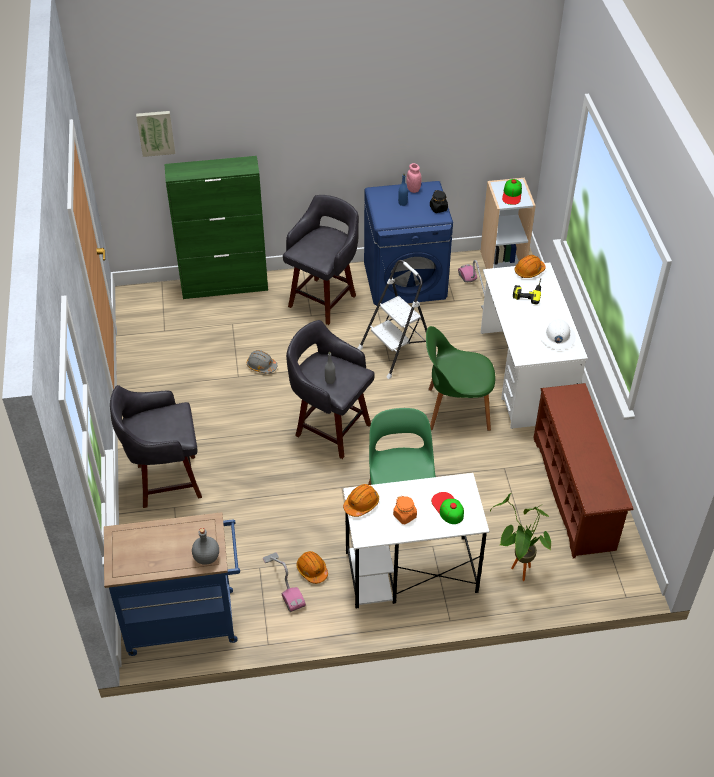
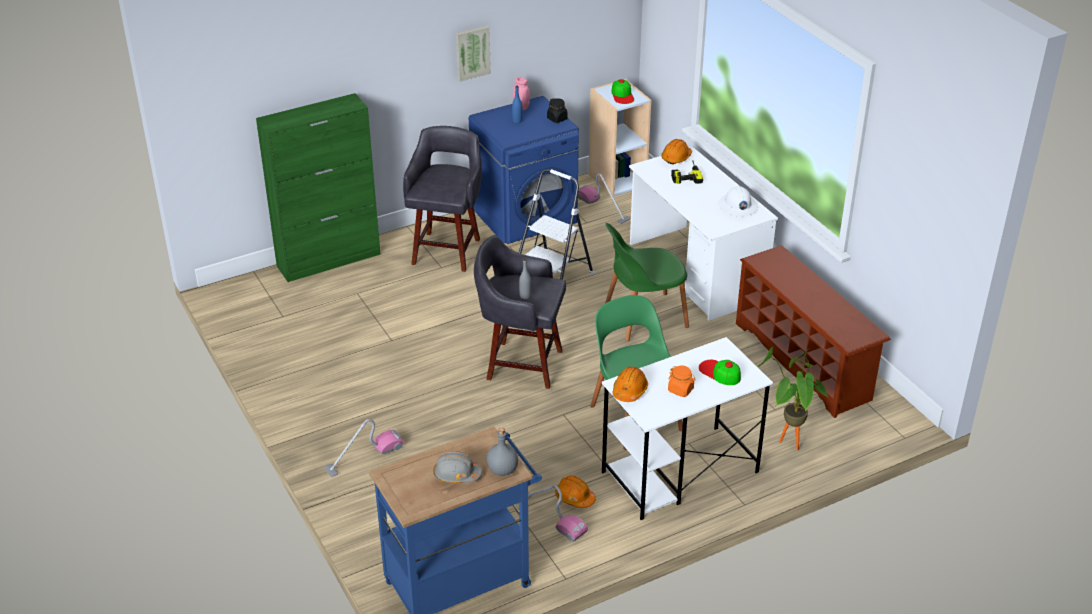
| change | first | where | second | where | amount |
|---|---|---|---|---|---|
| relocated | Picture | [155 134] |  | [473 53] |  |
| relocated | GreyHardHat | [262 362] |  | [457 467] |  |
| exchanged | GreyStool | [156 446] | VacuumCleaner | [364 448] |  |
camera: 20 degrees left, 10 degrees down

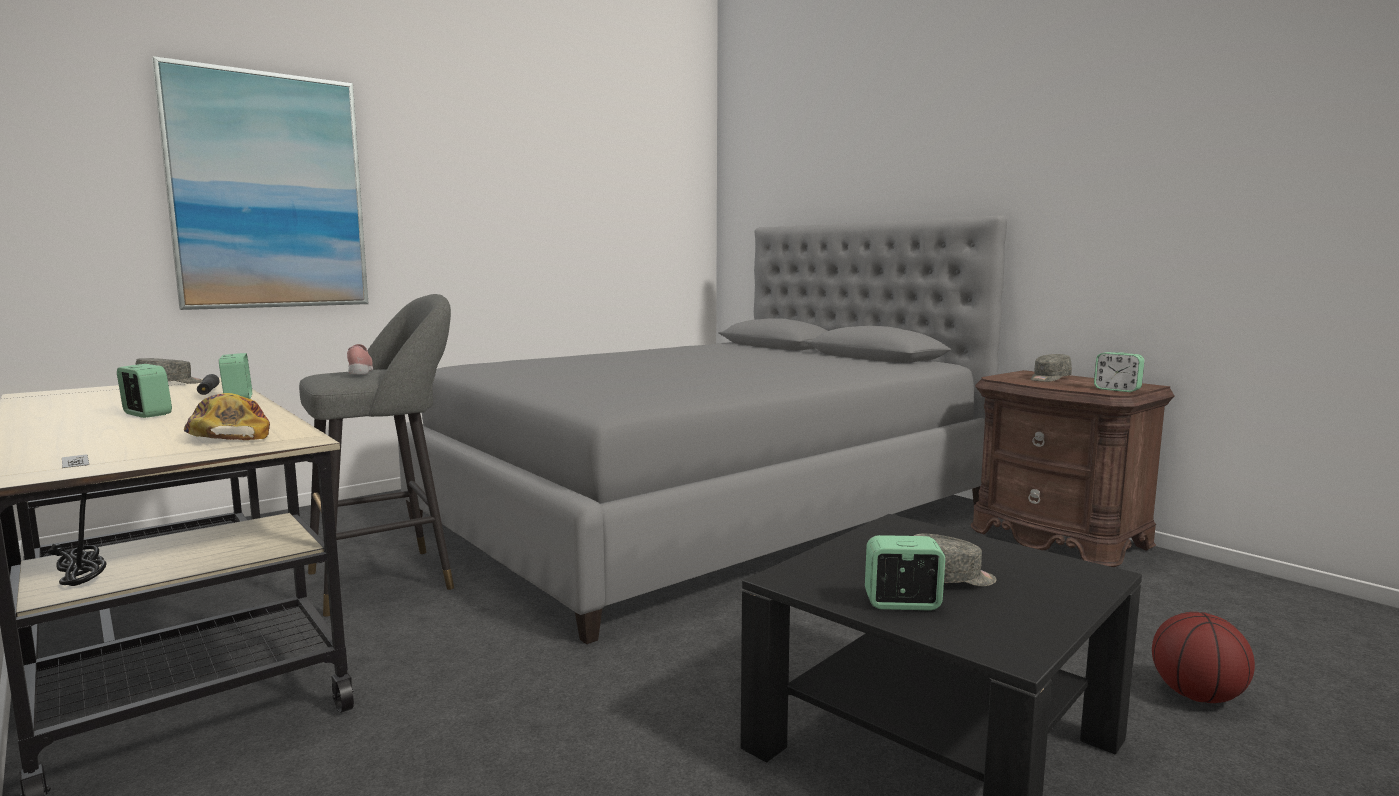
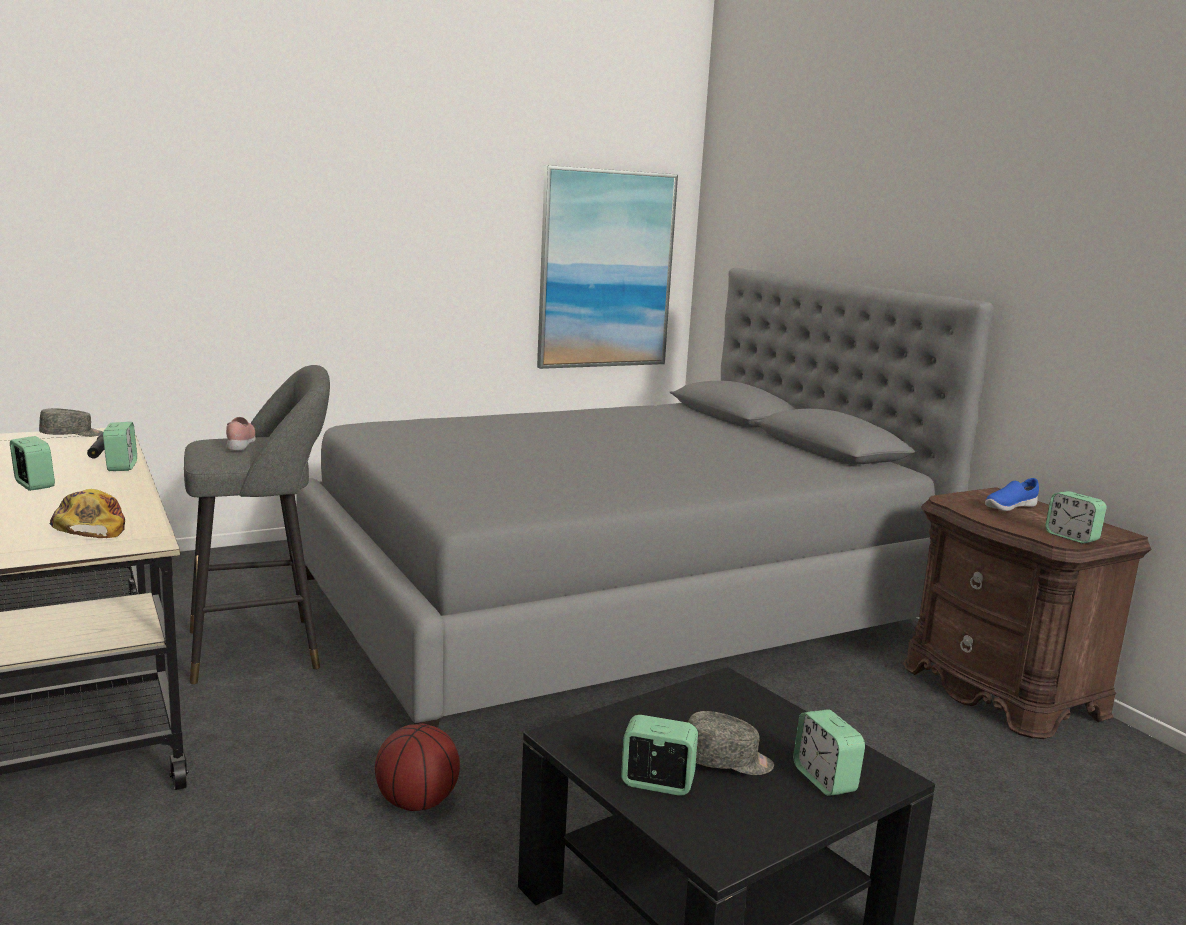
| change | first | where | second | where | amount |
|---|---|---|---|---|---|
| relocated | Picture | [260 183] |  | [607 267] |  |
| exchanged | GreyCap | [1051 368] | BlueShoe | [1012 494] |  |
| relocated | Basketball | [1203 657] |  | [417 767] |  |
| appeared |  |  | AlarmClock | [829 752] |  |
camera: 10 degrees right, 5 degrees up

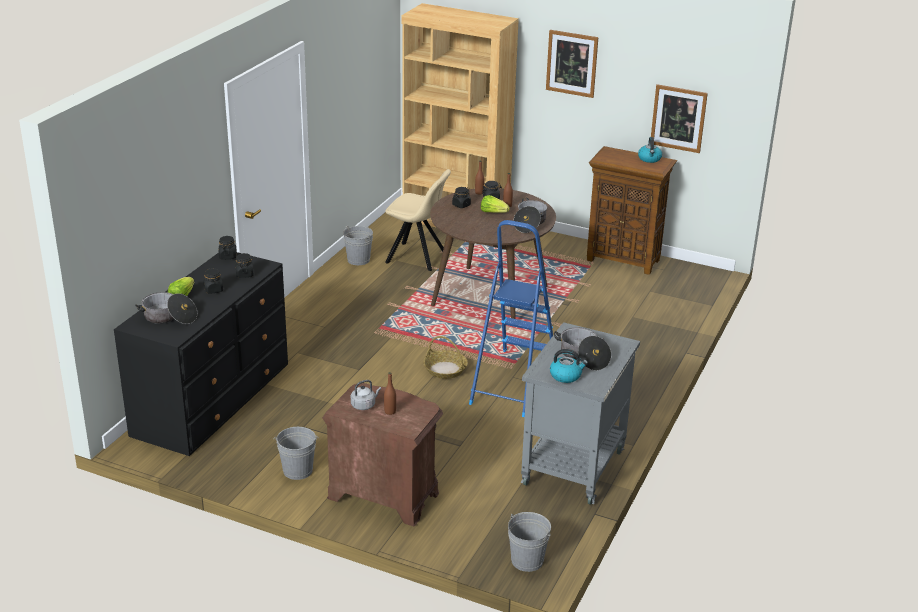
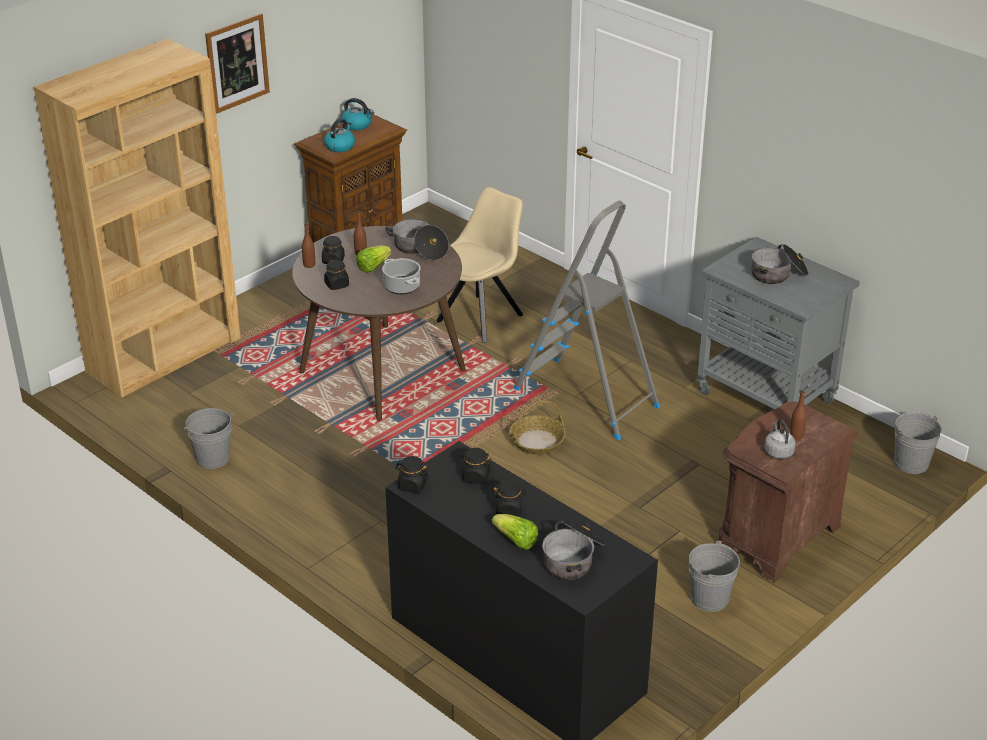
| change | first | where | second | where | amount |
|---|---|---|---|---|---|
| missing | Picture | [679 118] |  |  |  |
| relocated | BeigeChair | [418 220] |  | [480 265] |  |
| colour | BlueStepLadder | [511 318] | GreyStepLadder | [587 320] |  |
| relocated | Kettle | [569 366] |  | [339 135] |  |
| appeared |  |  | CookingPot | [401 276] |  |
camera: 70 degrees left, 5 degrees up

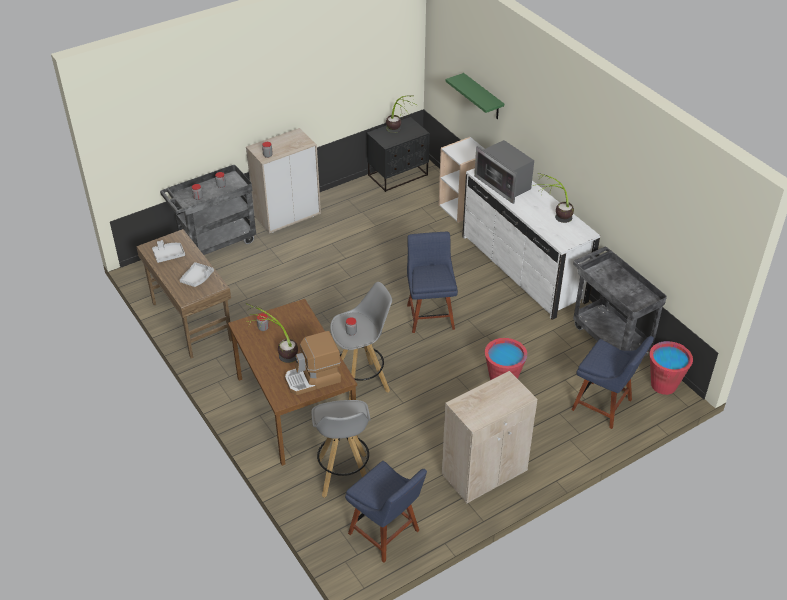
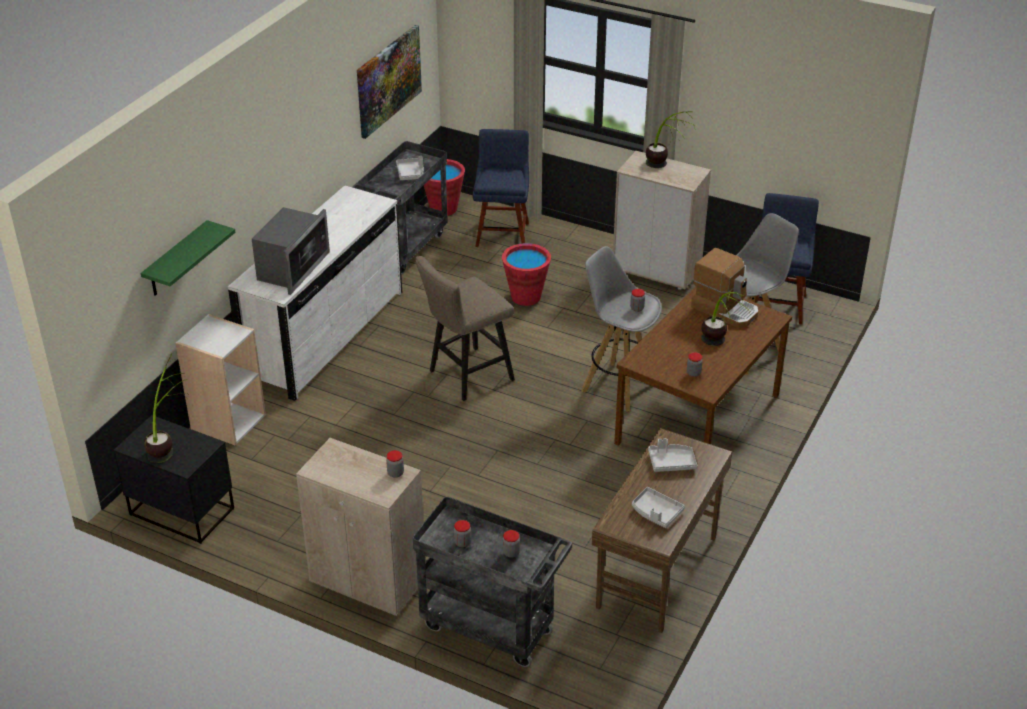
| change | first | where | second | where | amount |
|---|---|---|---|---|---|
| relocated | PottedPlant | [553 198] |  | [671 139] |  |
| exchanged | BlueChair | [432 282] | BeigeStool | [465 328] |  |
| appeared |  |  | Picture | [389 82] |  |
| appeared |  |  | GreyTray | [410 168] |  |
camera: 120 degrees left, 5 degrees down

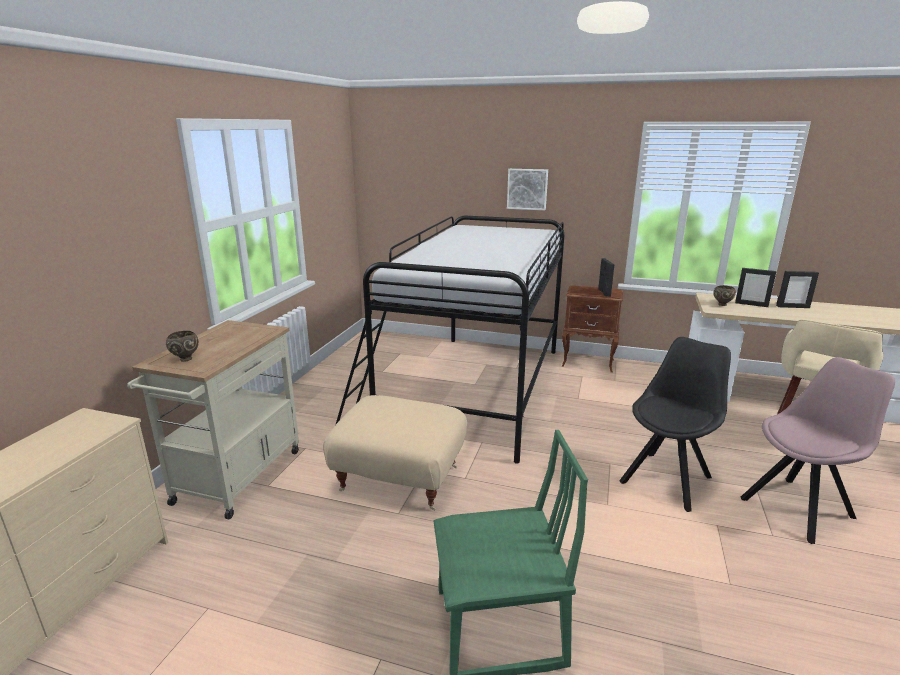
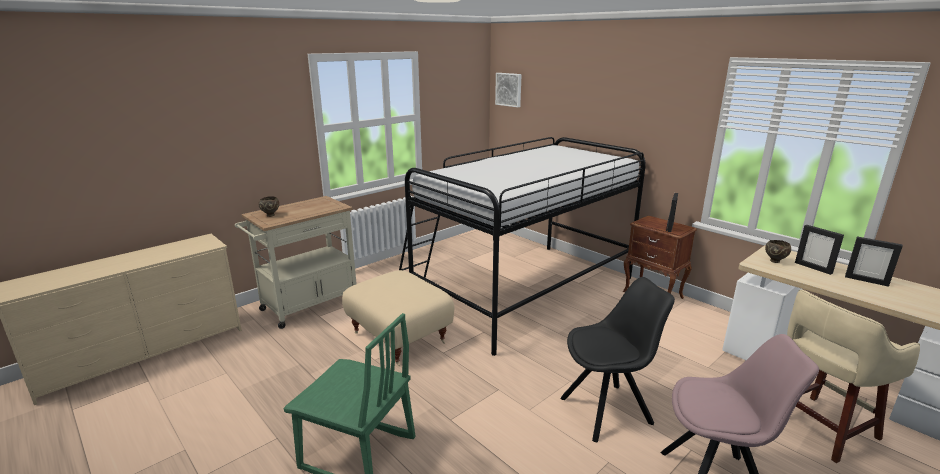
| change | first | where | second | where | amount |
|---|---|---|---|---|---|
| relocated | Picture | [527 189] |  | [508 90] |  |
camera: 30 degrees right, 0 degrees up

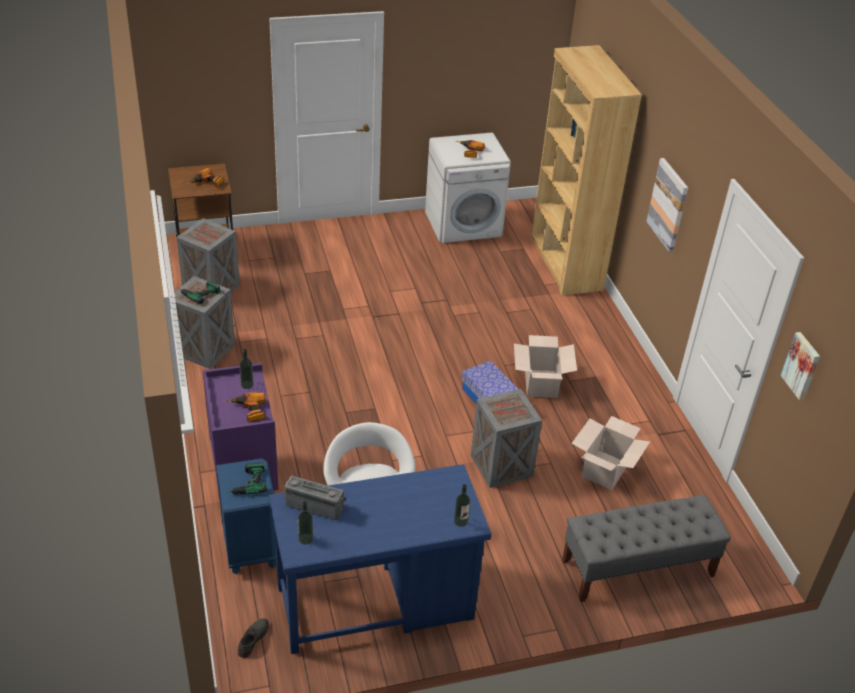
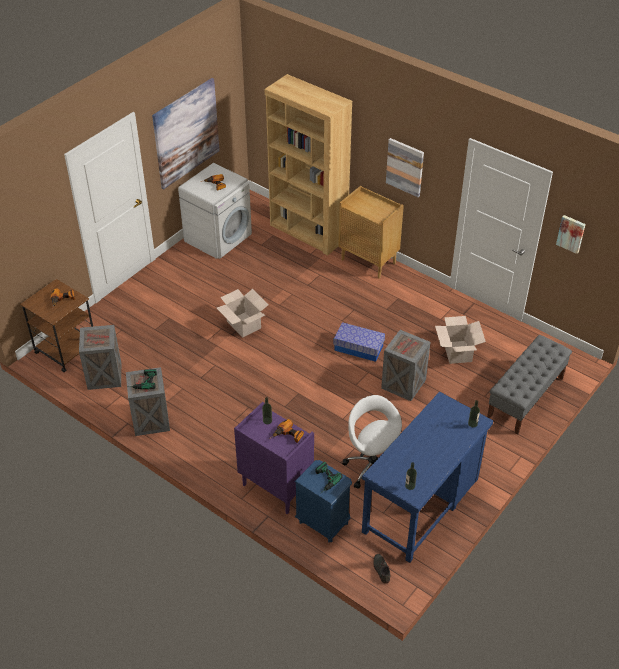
| change | first | where | second | where | amount |
|---|---|---|---|---|---|
| relocated | CardboardBox | [545 366] |  | [243 313] |  |
| missing | Radio | [315 497] |  |  |  |
| appeared |  |  | Picture | [186 133] |  |
| appeared |  |  | BrownCabinet | [371 232] |  |
camera: 35 degrees left, 5 degrees up

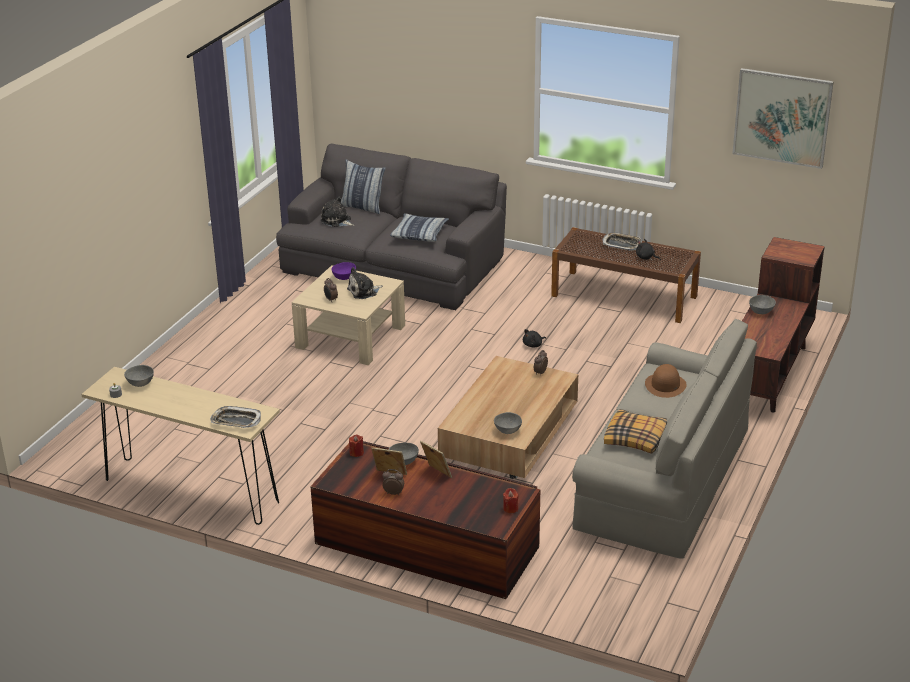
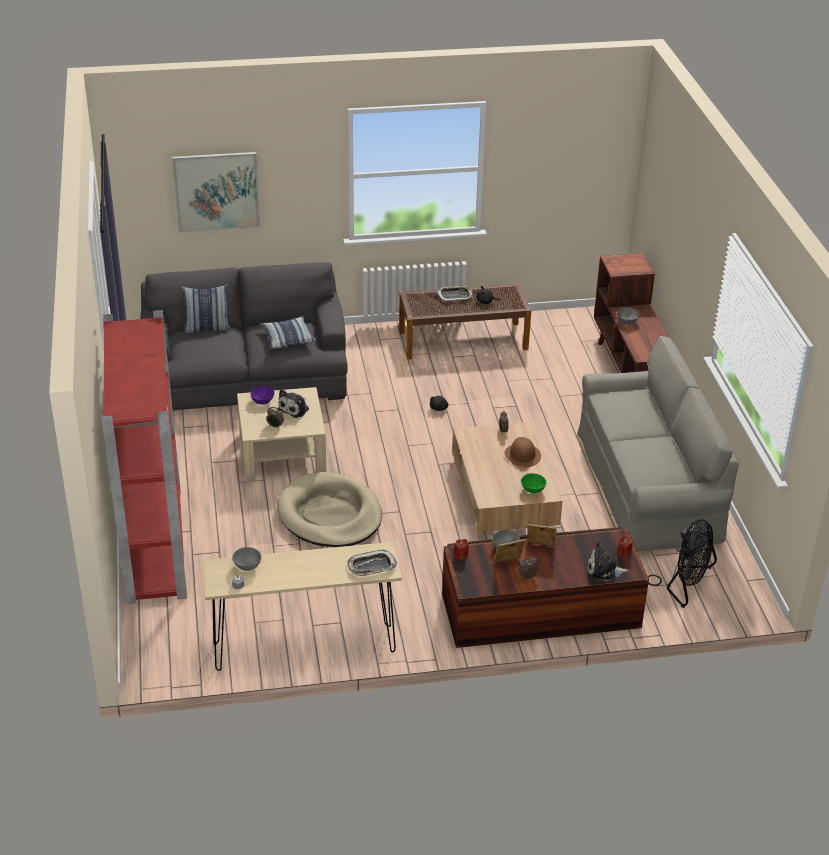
| change | first | where | second | where | amount |
|---|---|---|---|---|---|
| relocated | Picture | [783 118] |  | [216 192] |  |
| relocated | PlushToy | [337 211] |  | [608 561] |  |
| relocated | BrownHat | [666 381] |  | [523 452] |  |
| missing | Pillow | [635 431] |  |  |  |
| colour | GreyBowl | [508 423] | GreenBowl | [533 483] |  |
| appeared |  |  | RedBookcase | [144 457] |  |
| appeared |  |  | BeigeDogBed | [329 509] |  |
| appeared |  |  | BlackFan | [682 563] |  |
camera: 35 degrees left, 5 degrees up

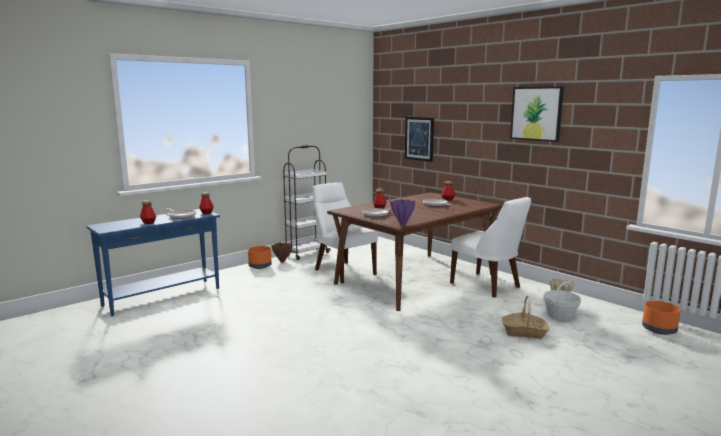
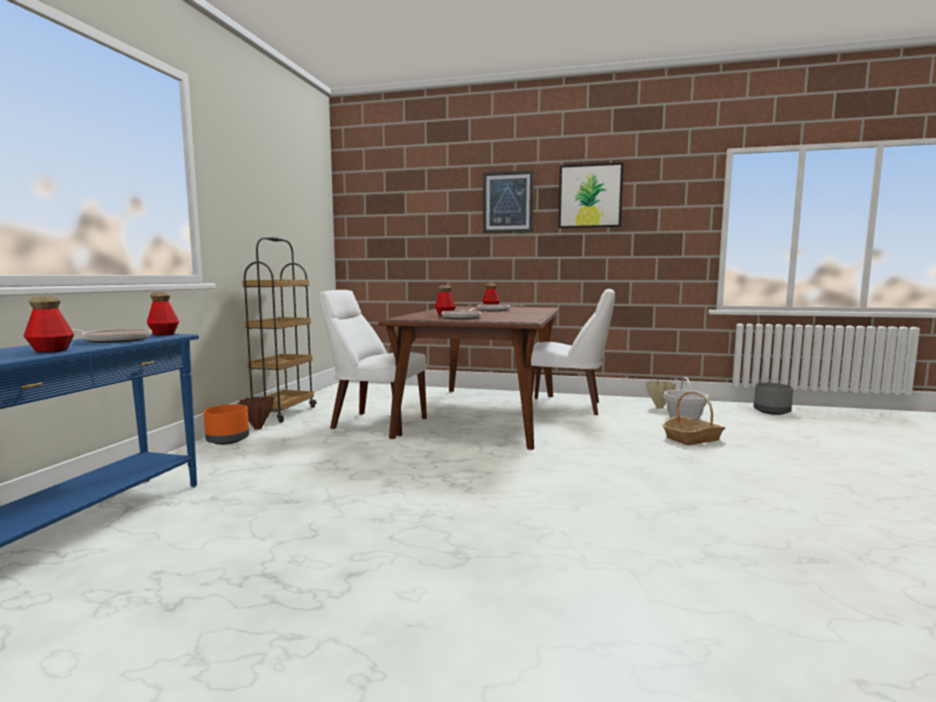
| change | first | where | second | where | amount |
|---|---|---|---|---|---|
| relocated | Picture | [419 139] |  | [508 201] |  |
| colour | WhiteCart | [307 202] | BrownCart | [279 329] |  |
| missing | PurpleVase | [402 212] |  |  |  |
| colour | OrangePlanter | [661 318] | GreyPlanter | [773 399] |  |
camera: 35 degrees left, 5 degrees down

